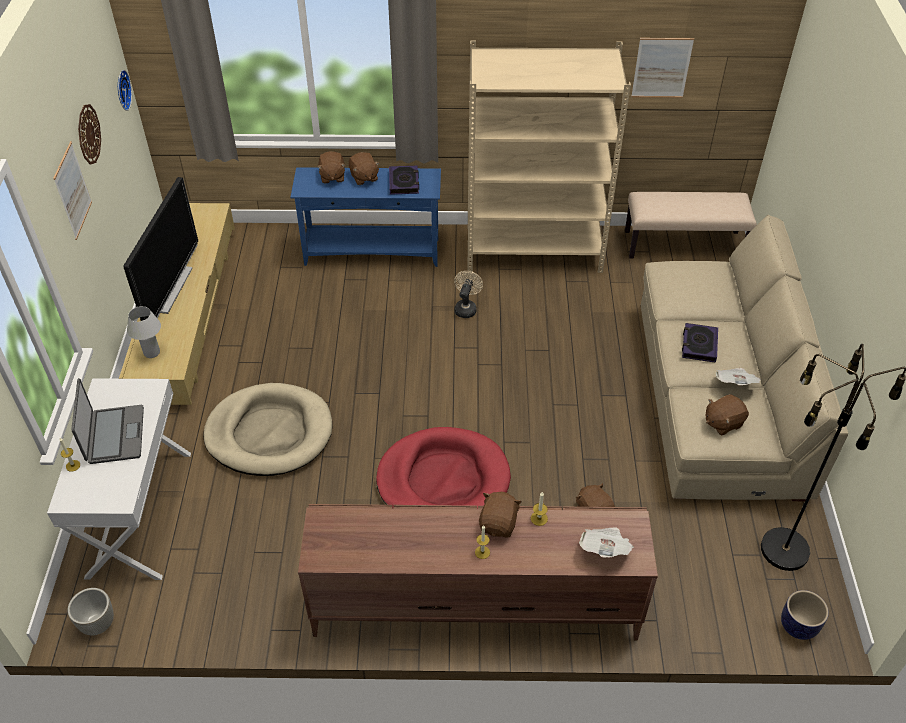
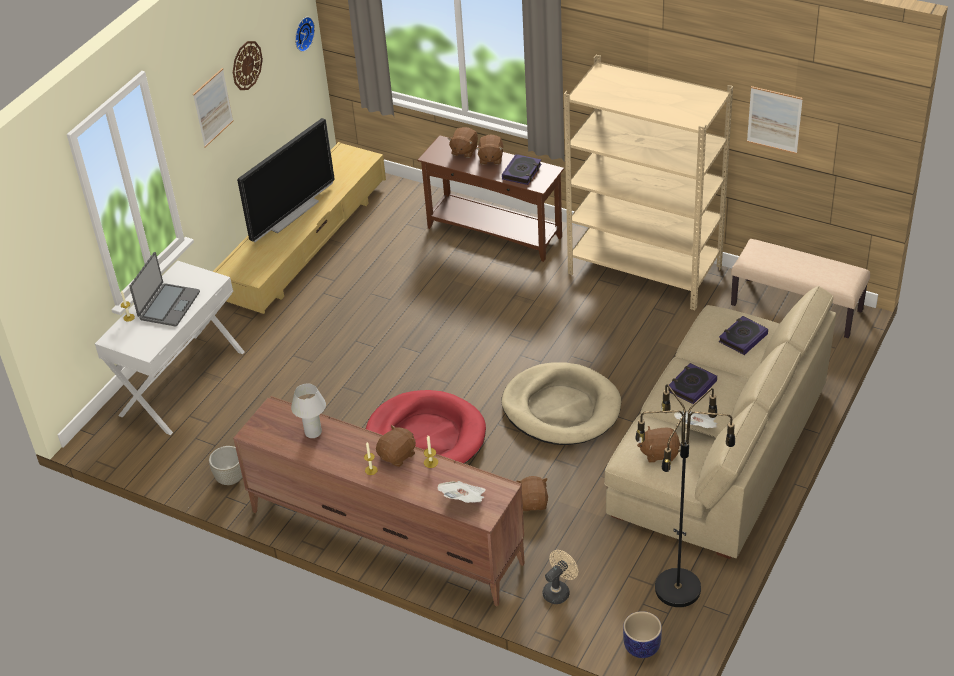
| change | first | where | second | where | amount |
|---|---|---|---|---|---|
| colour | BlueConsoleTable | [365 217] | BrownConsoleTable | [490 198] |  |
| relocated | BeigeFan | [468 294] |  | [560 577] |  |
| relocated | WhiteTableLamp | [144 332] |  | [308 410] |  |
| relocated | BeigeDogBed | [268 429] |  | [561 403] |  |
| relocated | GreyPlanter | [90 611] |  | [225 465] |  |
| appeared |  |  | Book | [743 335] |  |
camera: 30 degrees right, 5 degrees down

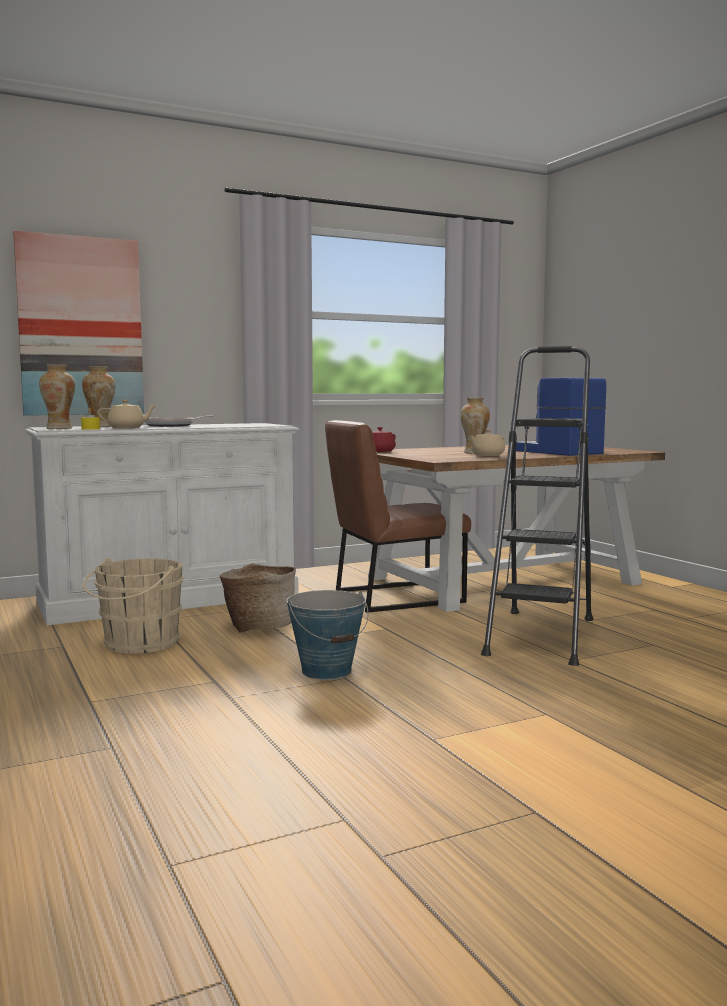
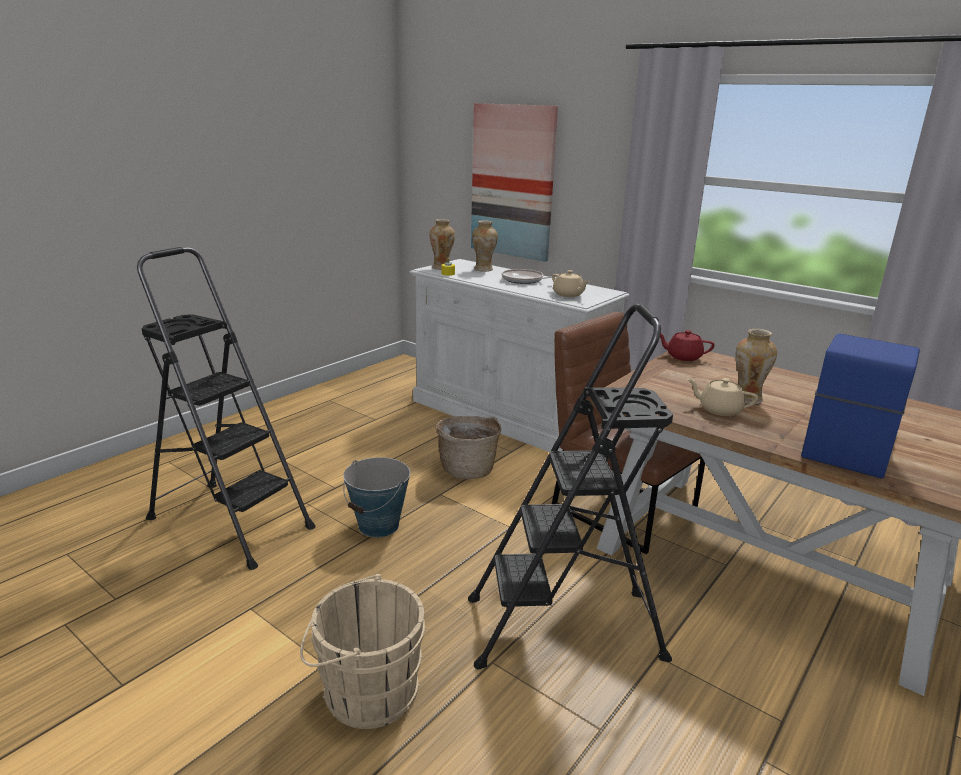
| change | first | where | second | where | amount |
|---|---|---|---|---|---|
| relocated | BeigeTeapot | [126 414] |  | [570 283] |  |
| relocated | BeigeBucket | [133 606] |  | [363 651] |  |
| appeared |  |  | StepLadder | [226 408] |  |
camera: 65 degrees right, 15 degrees up

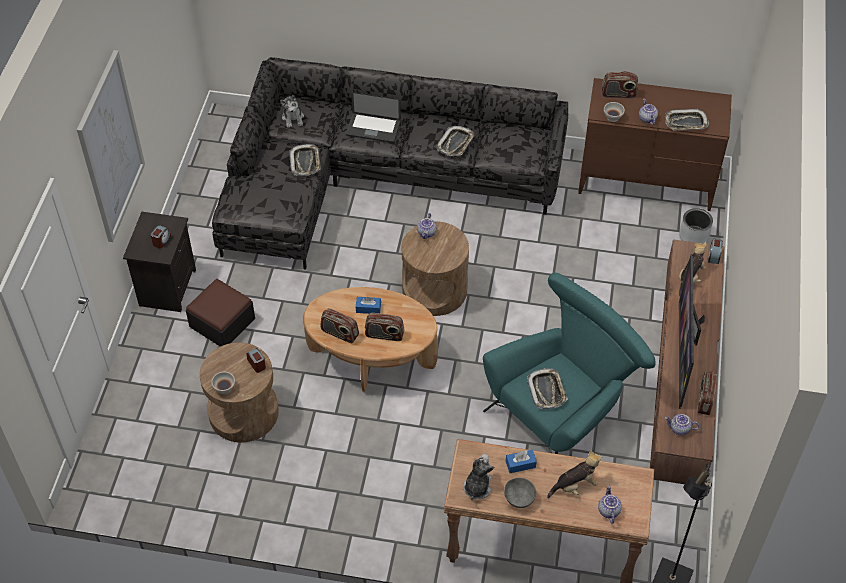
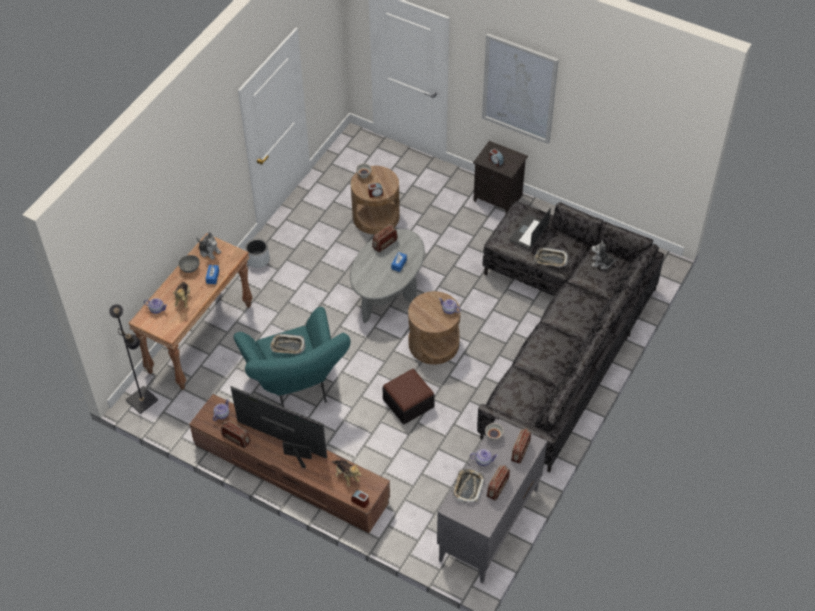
| change | first | where | second | where | amount |
|---|---|---|---|---|---|
| colour | BrownCabinet | [655 144] | GreyCabinet | [492 500] |  |
| relocated | Laptop | [373 117] |  | [530 229] |  |
| missing | Tray | [455 141] |  |  |  |
| relocated | GreyPlanter | [696 225] |  | [257 253] |  |
| relocated | Ottoman | [220 313] |  | [409 396] |  |
| colour | BrownCoffeeTable | [370 339] | GreyCoffeeTable | [387 276] |  |
| relocated | Radio | [384 327] |  | [498 483] |  |
camera: 110 degrees right, 0 degrees up

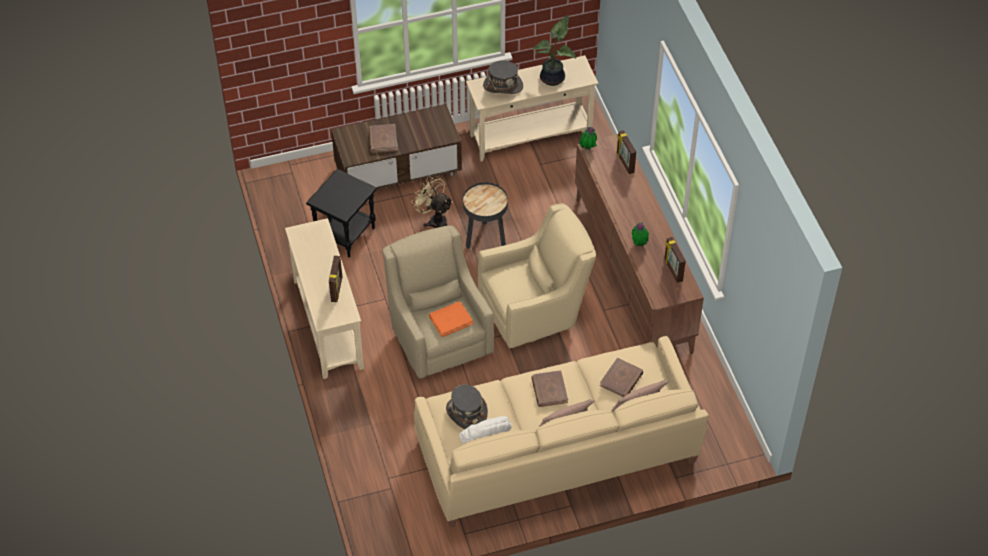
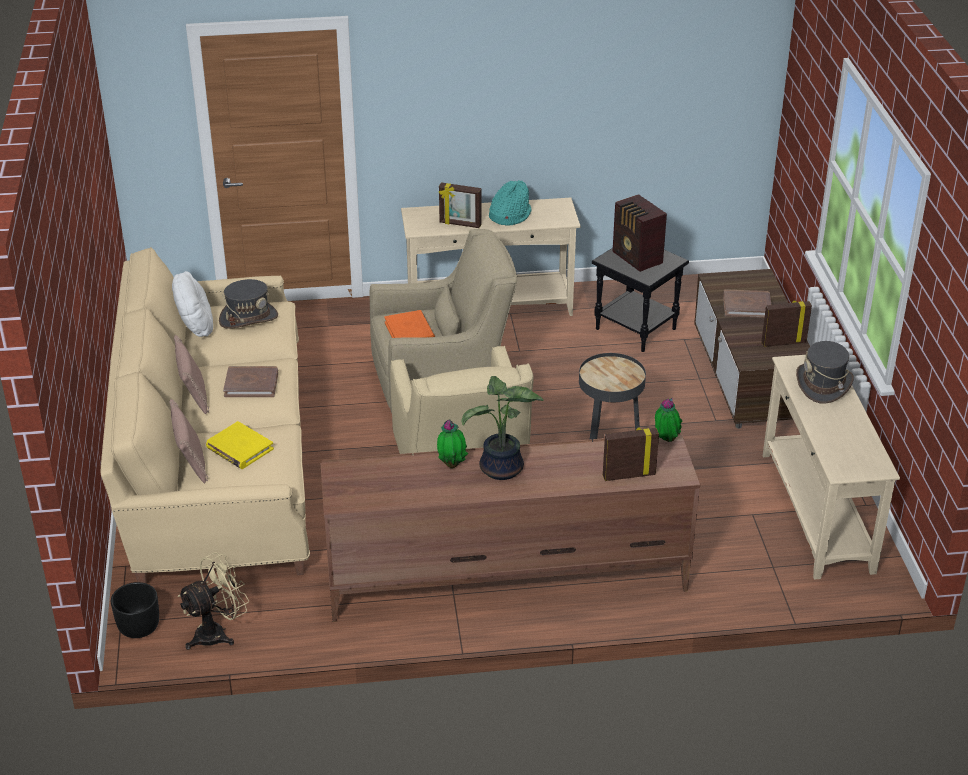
| change | first | where | second | where | amount |
|---|---|---|---|---|---|
| relocated | PottedPlant | [554 50] |  | [502 428] |  |
| relocated | BeigeFan | [432 202] |  | [213 601] |  |
| relocated | PictureFrame | [675 260] |  | [786 323] |  |
| colour | BrownBook | [621 377] | YellowBook | [240 445] |  |
| appeared |  |  | TurquoiseHat | [510 202] |  |
| appeared |  |  | Radio | [640 233] |  |
| appeared |  |  | BlackPlanter | [135 610] |  |
camera: 100 degrees right, 15 degrees down

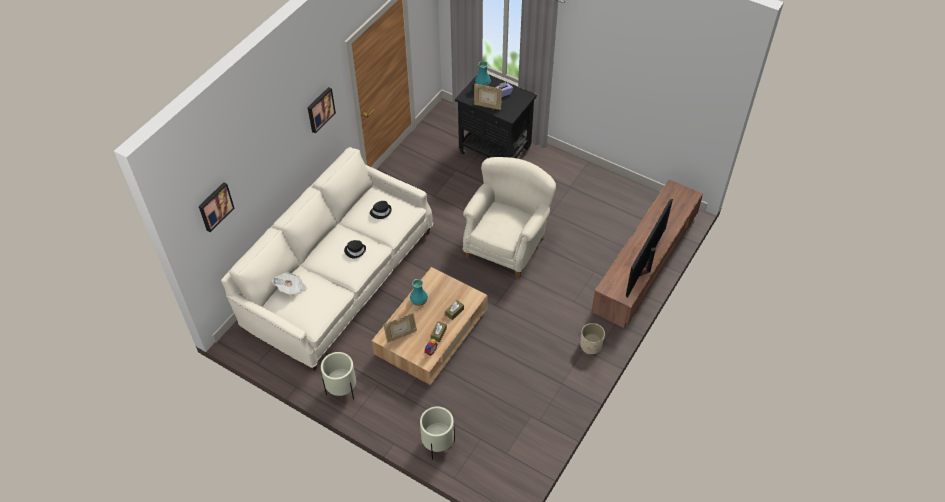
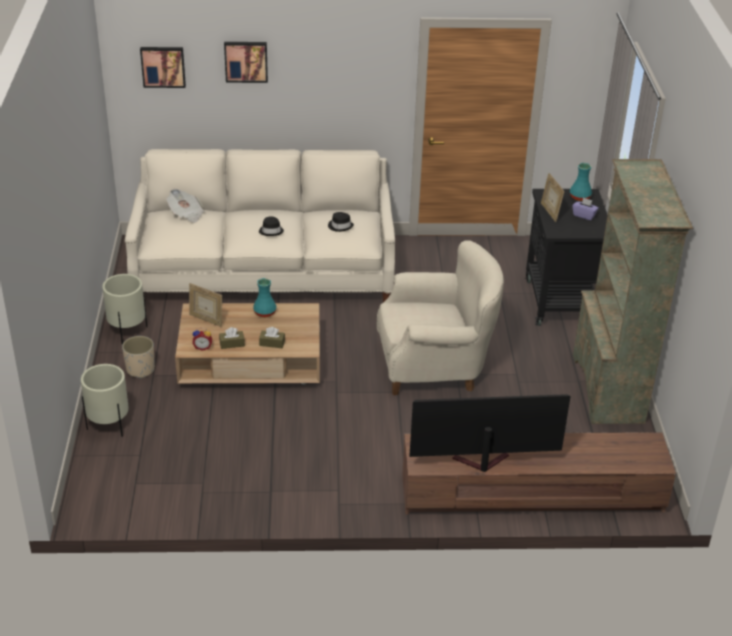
| change | first | where | second | where | amount |
|---|---|---|---|---|---|
| relocated | Picture | [322 110] |  | [246 62] |  |
| relocated | BeigePlanter | [592 338] |  | [138 357] |  |
| appeared |  |  | GreenBookcase | [633 291] |  |
camera: 55 degrees right, 15 degrees down

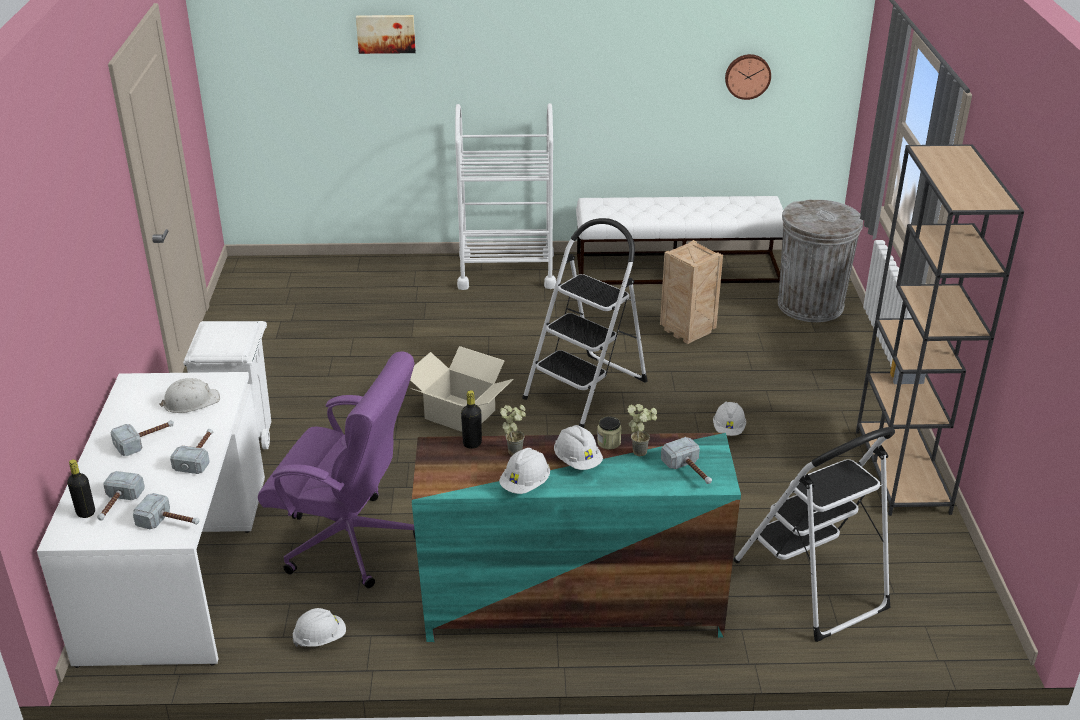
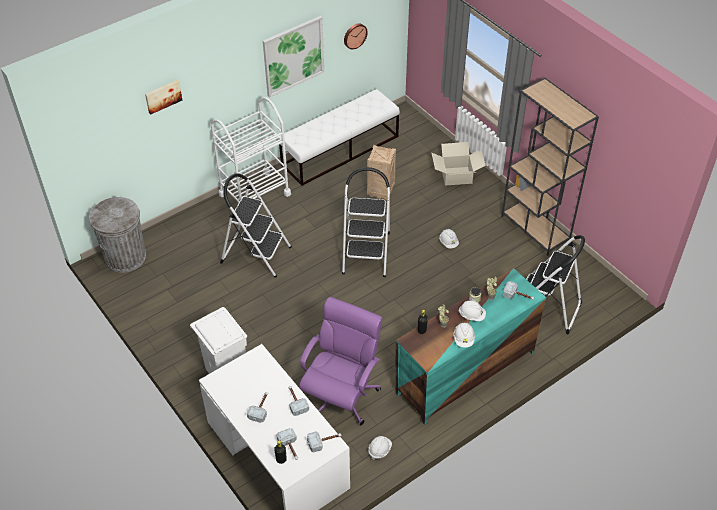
| change | first | where | second | where | amount |
|---|---|---|---|---|---|
| relocated | GreyTrashCan | [820 261] |  | [117 235] |  |
| relocated | CardboardBox | [462 389] |  | [459 164] |  |
| spun | PurpleOfficeChair | [337 469] |  | [340 361] | 45 degrees counterclockwise |
| missing | WhiteHardHat | [189 395] |  |  |  |
| appeared |  |  | Picture | [293 57] |  |
| appeared |  |  | StepLadder | [256 225] |  |
camera: 35 degrees left, 15 degrees up

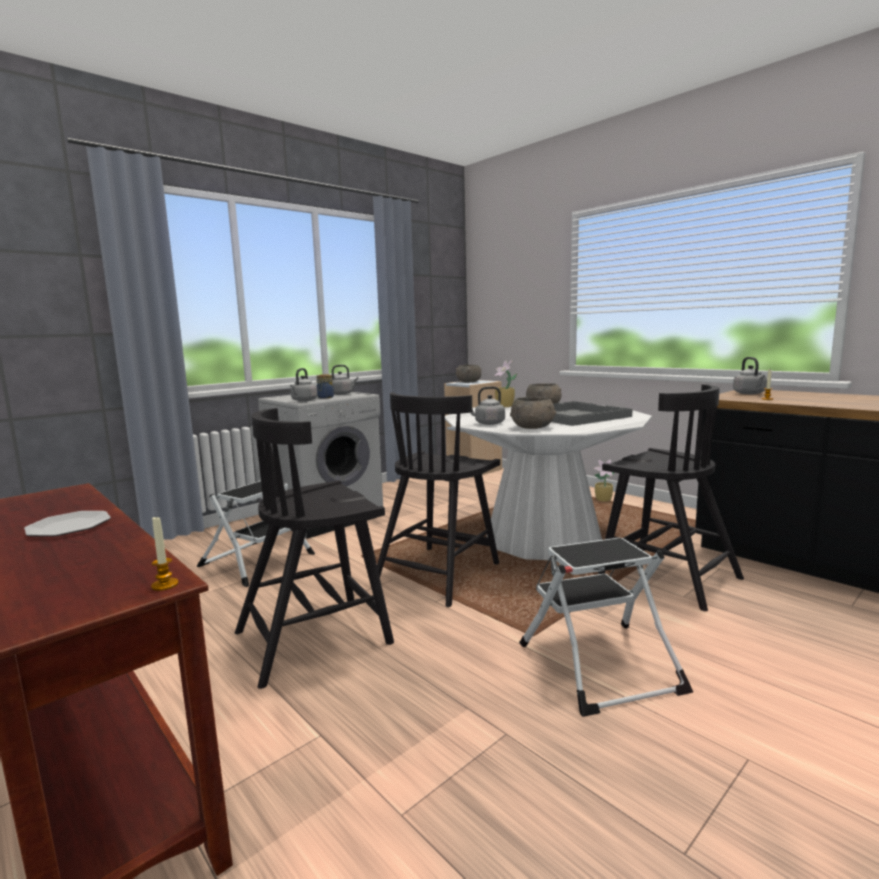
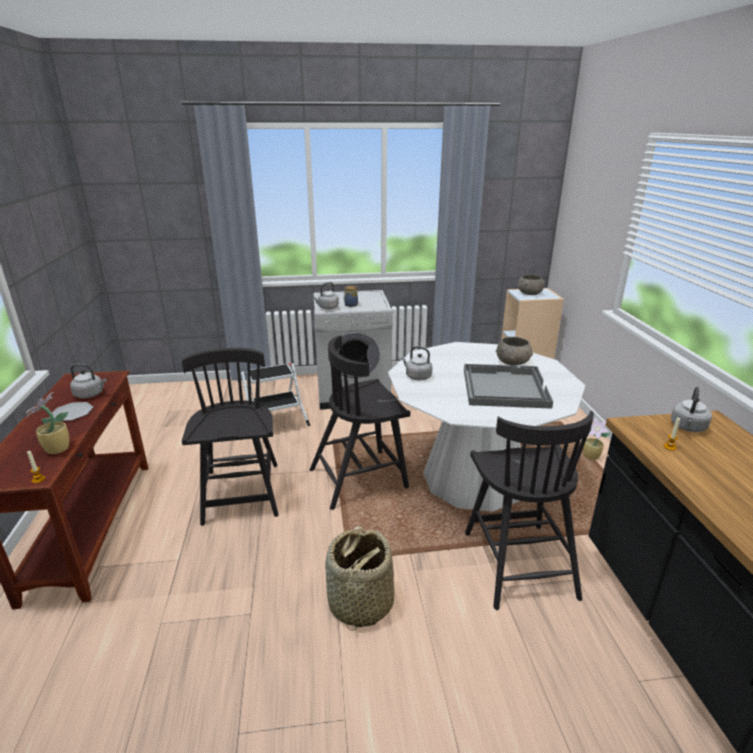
| change | first | where | second | where | amount |
|---|---|---|---|---|---|
| relocated | PottedPlant | [505 383] |  | [47 423] |  |
| relocated | GreyKettle | [345 380] |  | [88 381] |  |
| missing | GreyBowl | [533 413] |  |  |  |
| spun | BlackChair | [314 548] |  | [230 437] | 75 degrees clockwise |
| exchanged | StepLadder | [606 627] | Basket | [359 578] |  |
camera: 35 degrees right, 15 degrees up

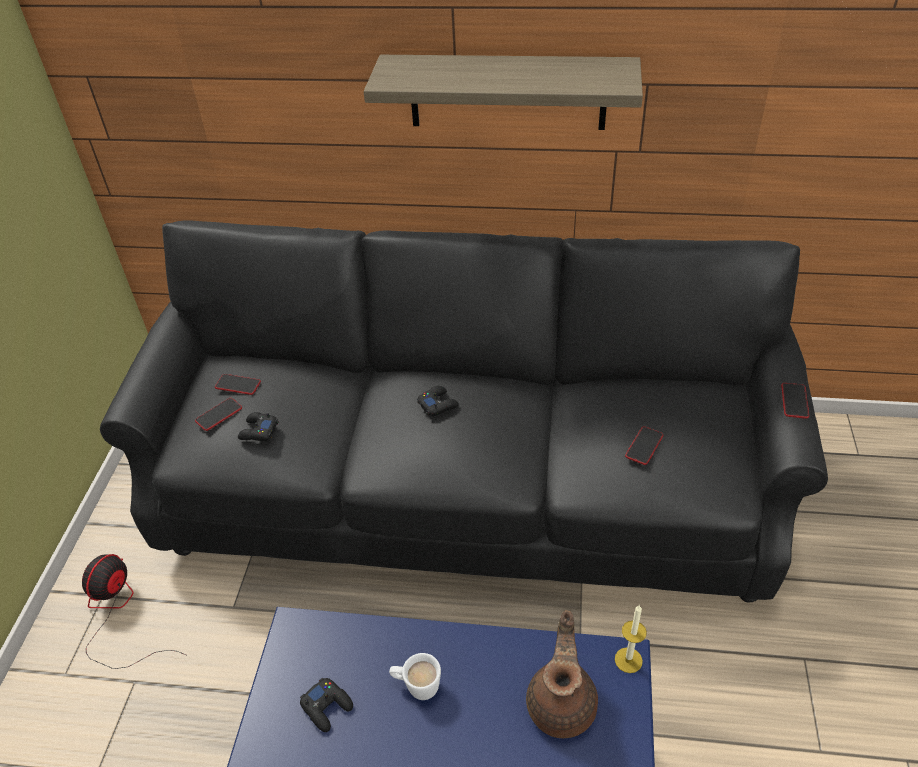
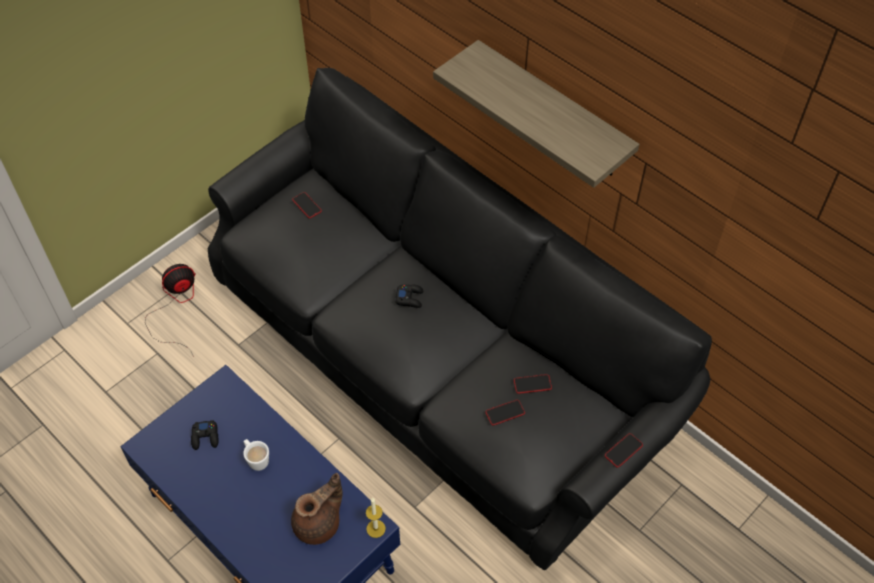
| change | first | where | second | where | amount |
|---|---|---|---|---|---|
| relocated | Phone | [218 414] |  | [533 384] |  |
| missing | BlackGameController | [258 426] |  |  |  |
camera: 35 degrees right, 10 degrees up

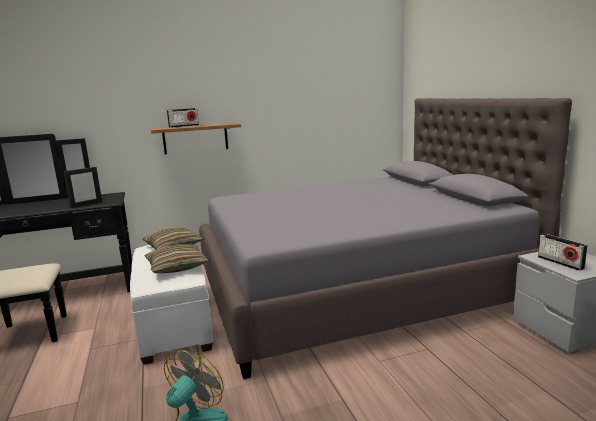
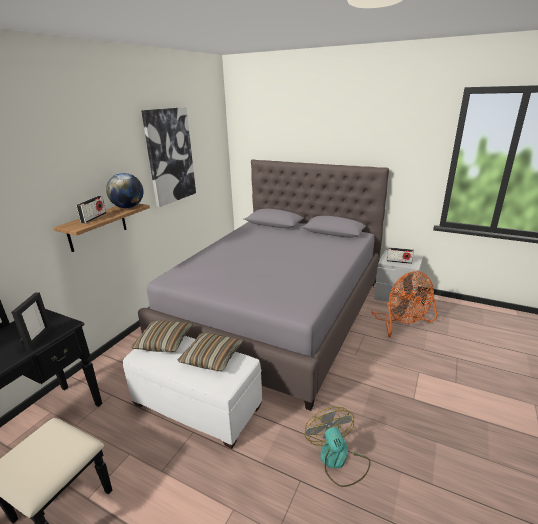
| change | first | where | second | where | amount |
|---|---|---|---|---|---|
| appeared |  |  | Picture | [168 157] |  |
| appeared |  |  | Globe | [125 190] |  |
| appeared |  |  | OrangeFan | [404 304] |  |
camera: 45 degrees left, 10 degrees up

